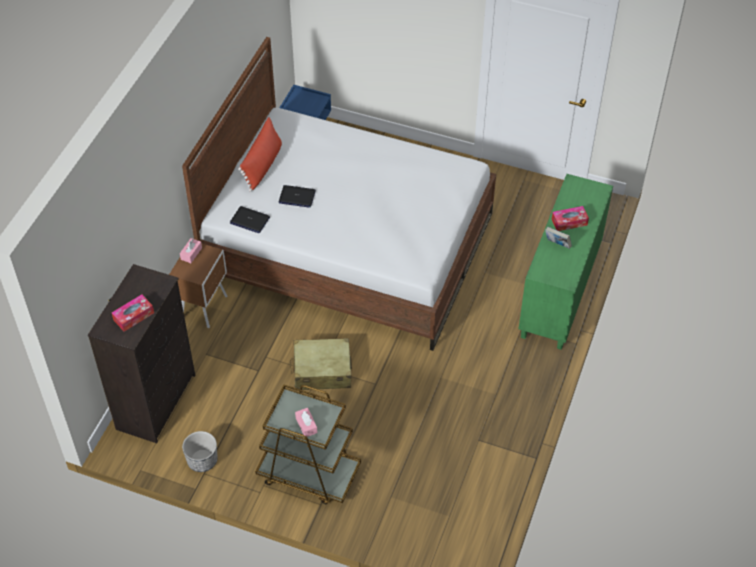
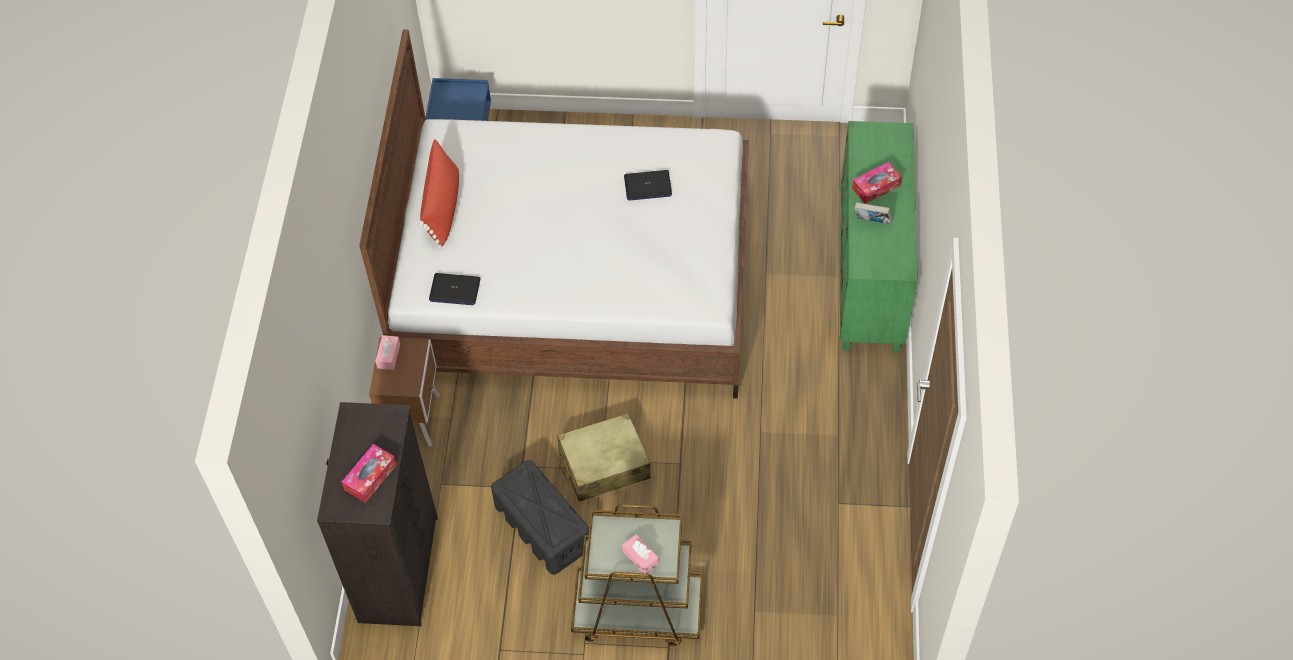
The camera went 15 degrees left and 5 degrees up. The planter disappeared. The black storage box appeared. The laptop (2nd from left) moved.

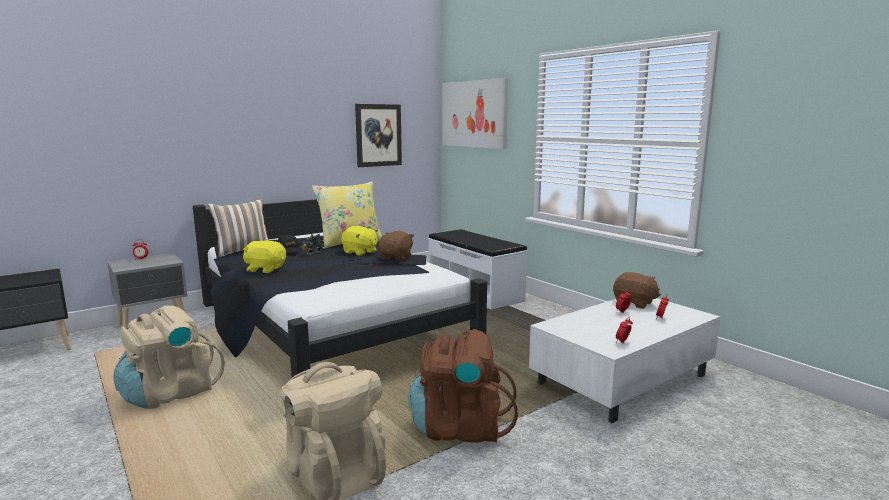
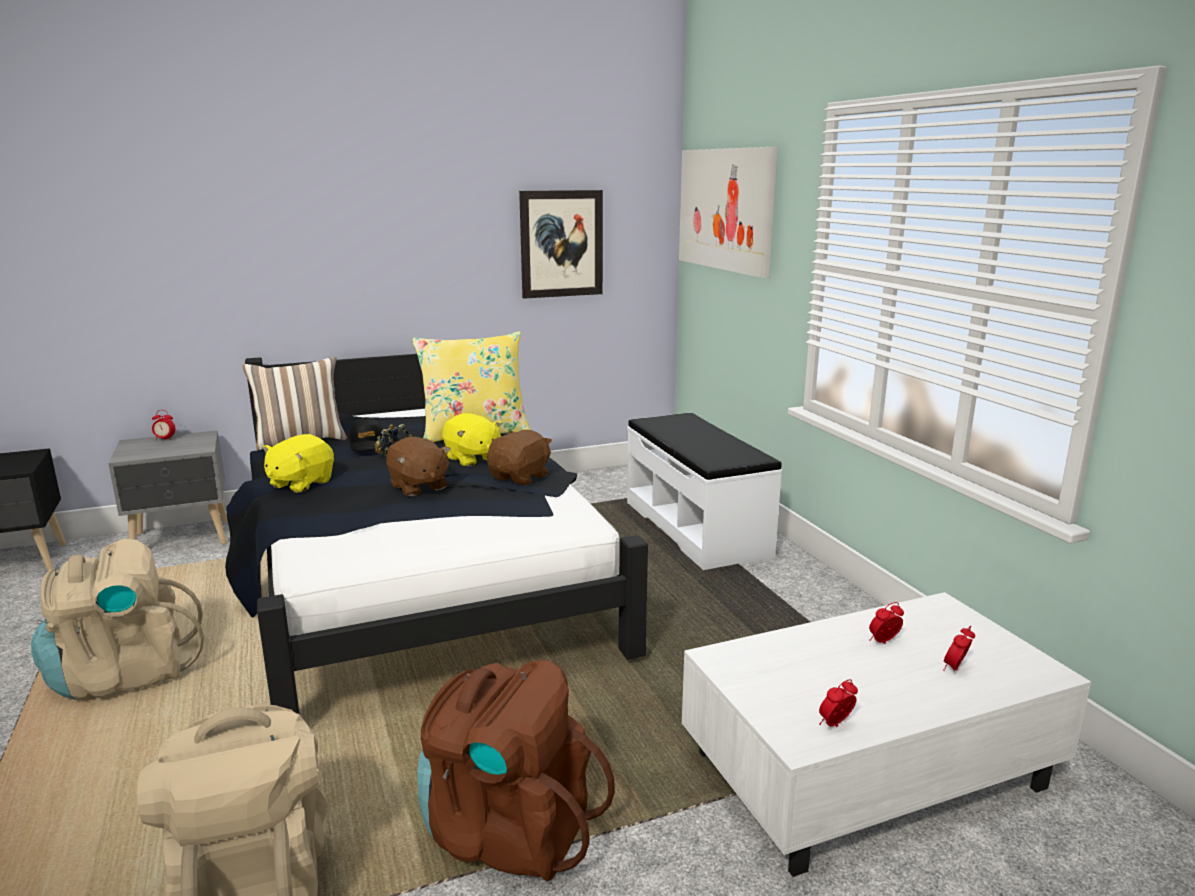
The camera went 15 degrees right and 5 degrees up. The brown plush toy (2nd from left in the first image) moved. The yellow plush toy (1st from left) turned 90 degrees counterclockwise.

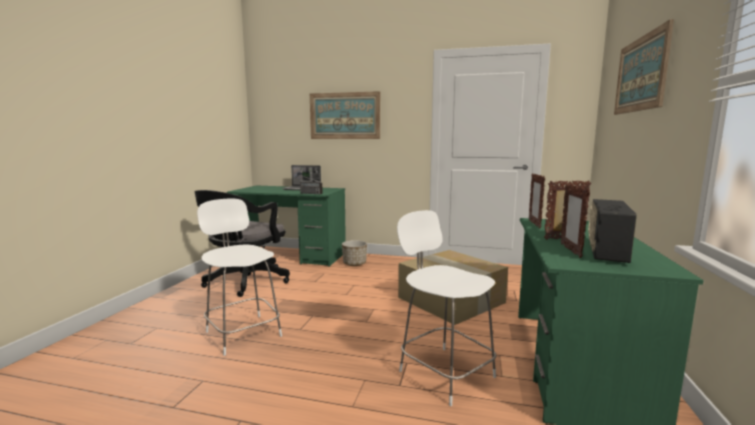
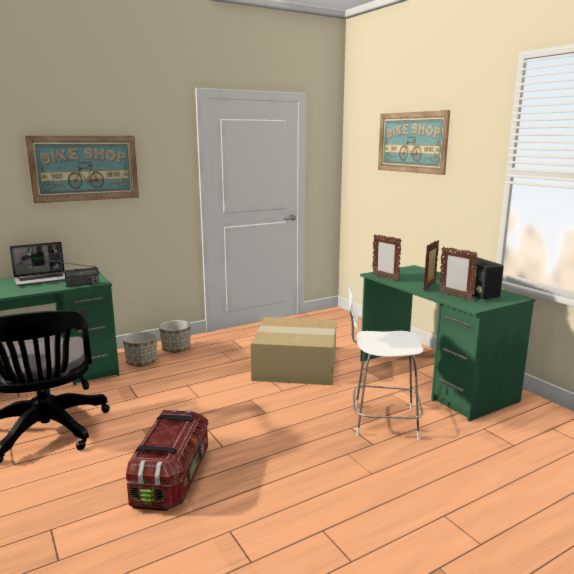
The camera went 45 degrees left and 5 degrees up. The planter (2nd from left) appeared. The white chair (1st from left) was replaced by the storage box.

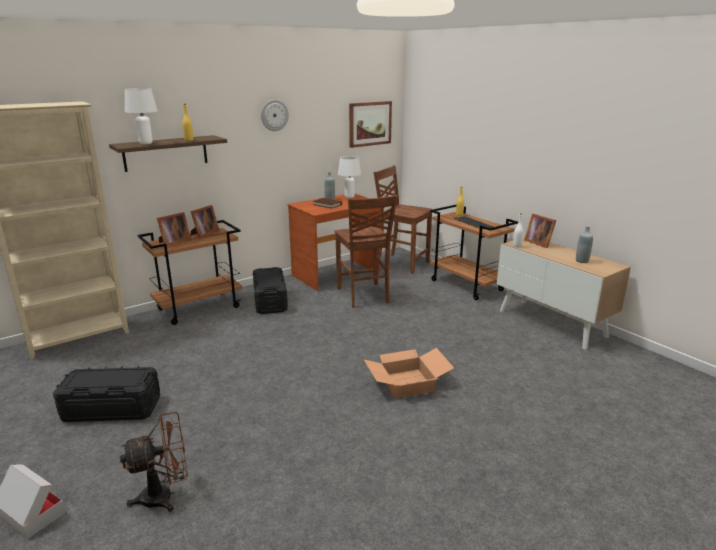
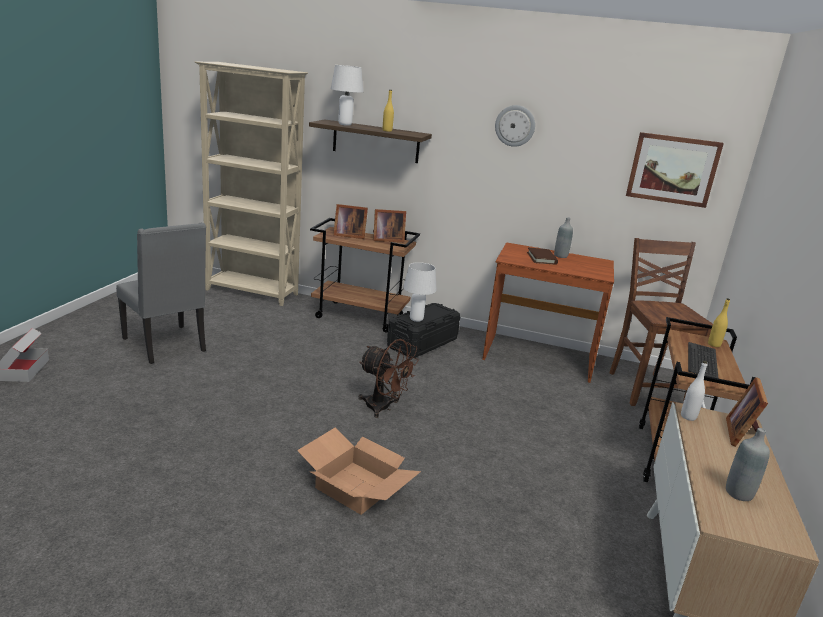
The camera went 50 degrees right and 0 degrees up. The brown chair (1st from left) disappeared. The brown fan moved. The white table lamp (2nd from left) moved. The black storage box (1st from left) was replaced by the grey chair.

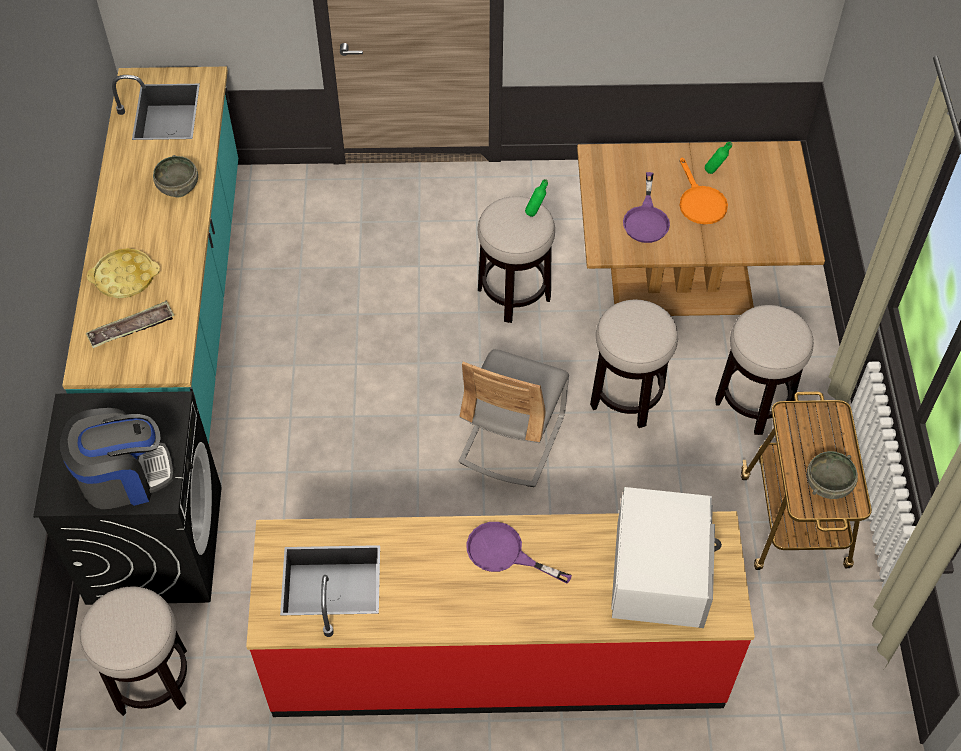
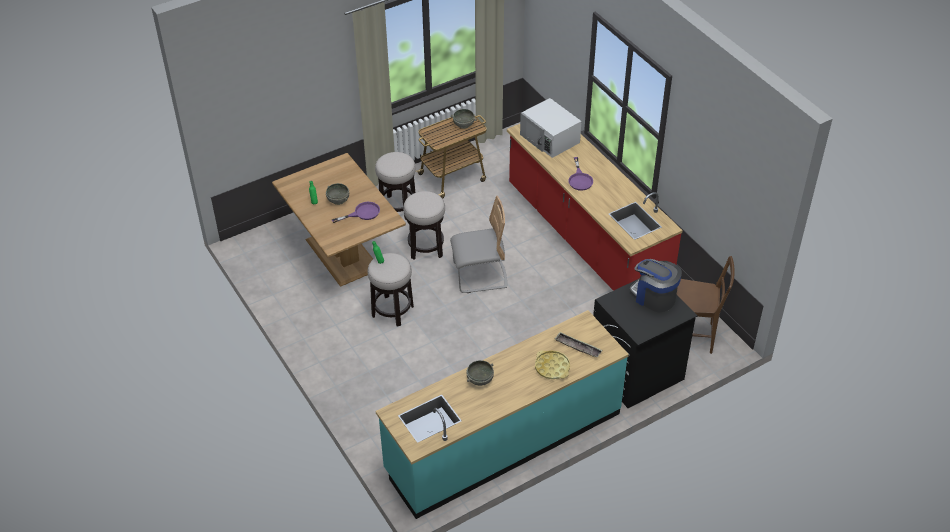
The camera went 120 degrees left and 10 degrees down. The stool (1st from left) was replaced by the brown chair. The orange frying pan was replaced by the grey bowl (1st from left). The white microwave turned 105 degrees counterclockwise.

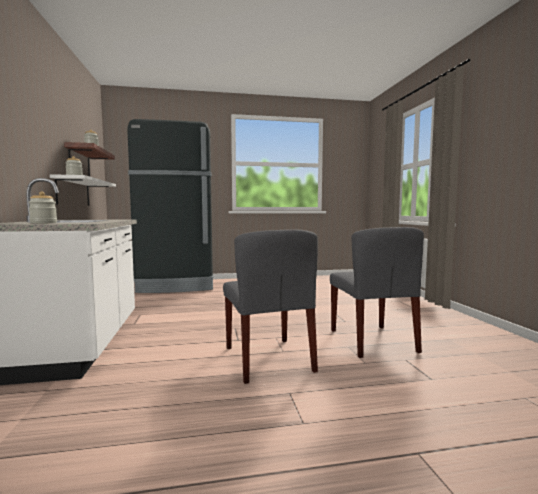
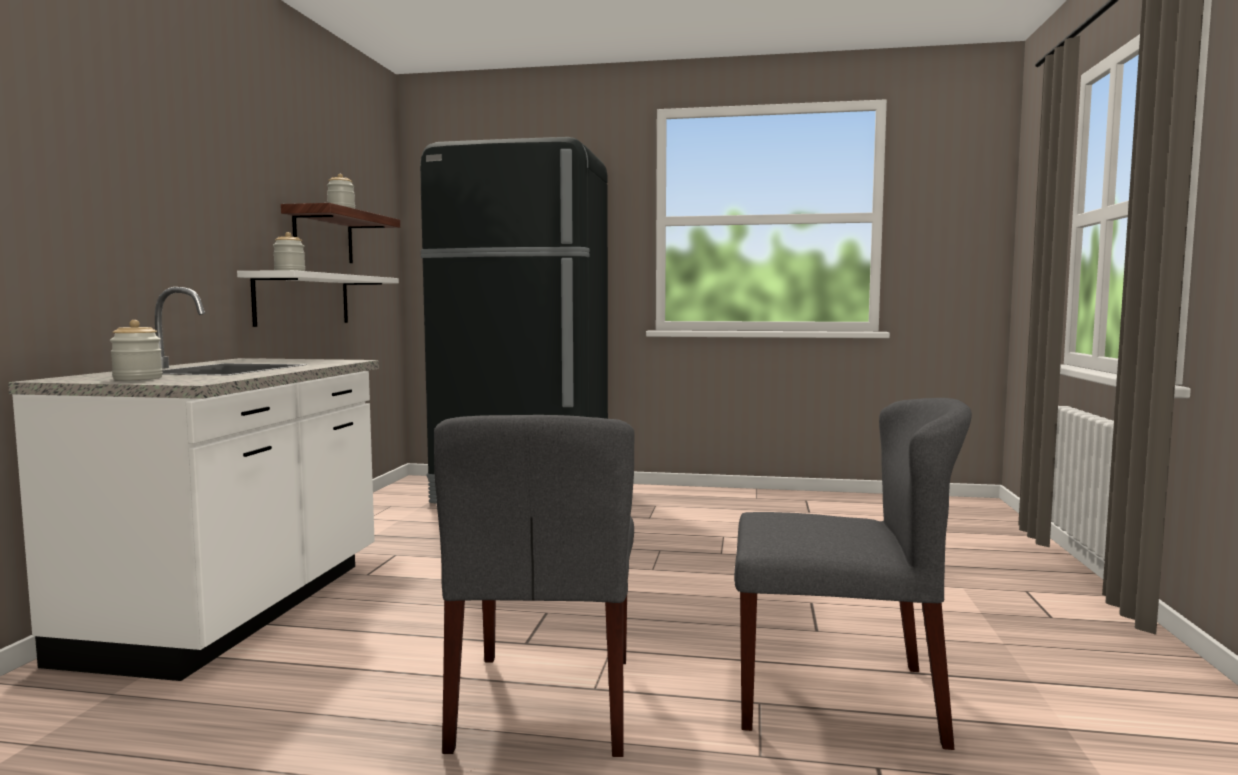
The camera went 20 degrees right and 0 degrees up. The grey chair (2nd from left) turned 90 degrees counterclockwise.

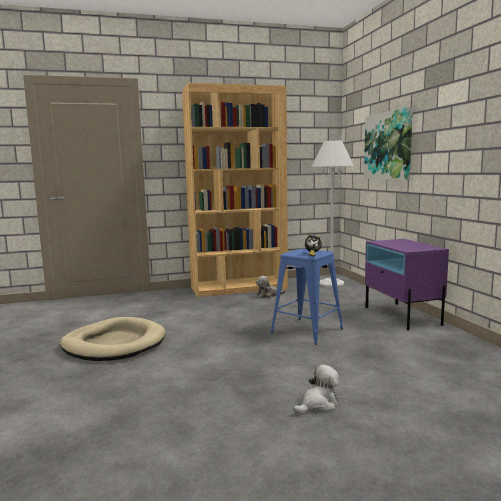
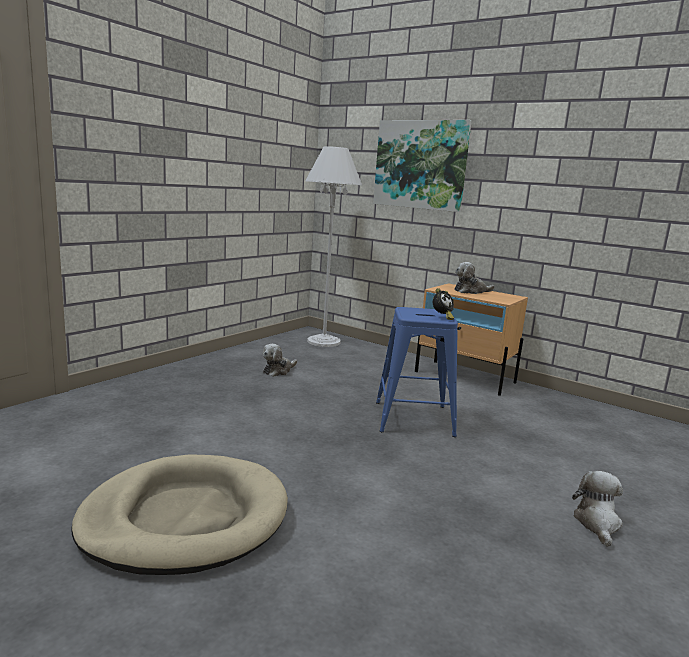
The camera went 40 degrees left and 5 degrees up. The brown bookcase disappeared. The plush toy (2nd from left) appeared. The purple nightstand became the beige nightstand.

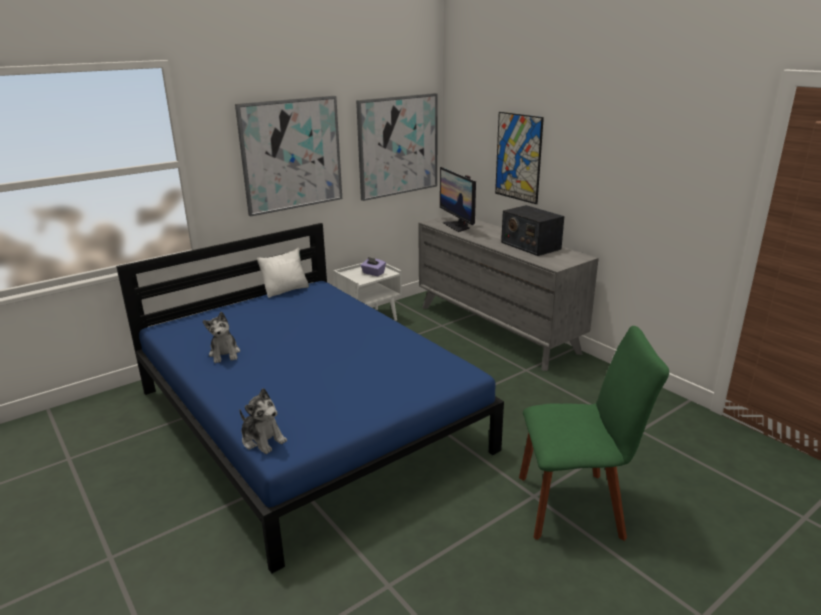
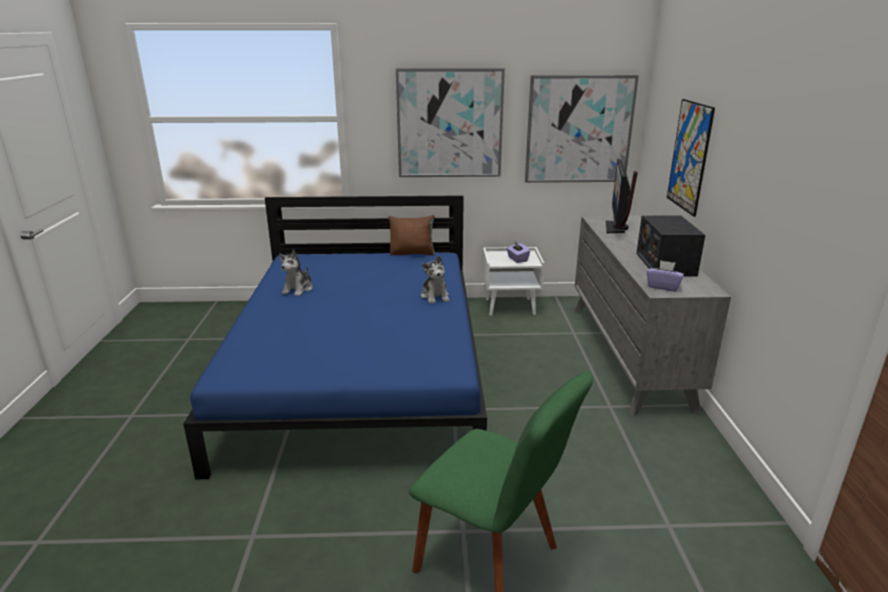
The camera went 35 degrees right and 0 degrees up. The purple tissue box (2nd from left) appeared. The plush toy (2nd from left) moved. The white pillow became the brown pillow.

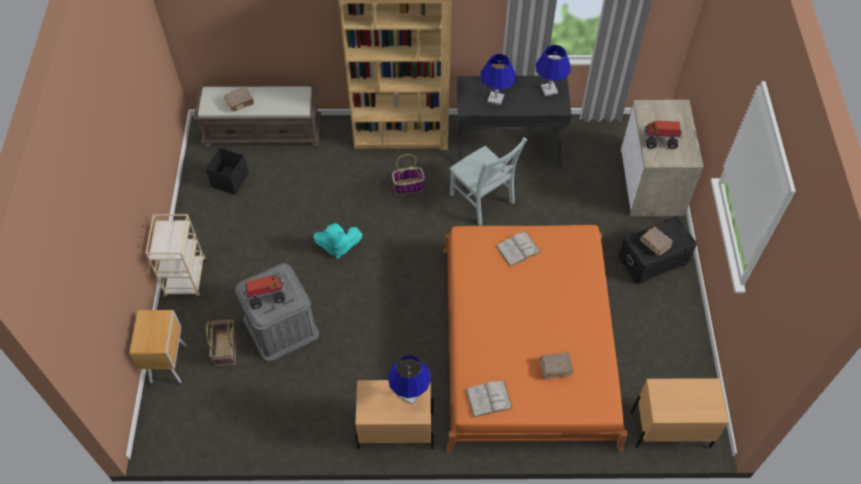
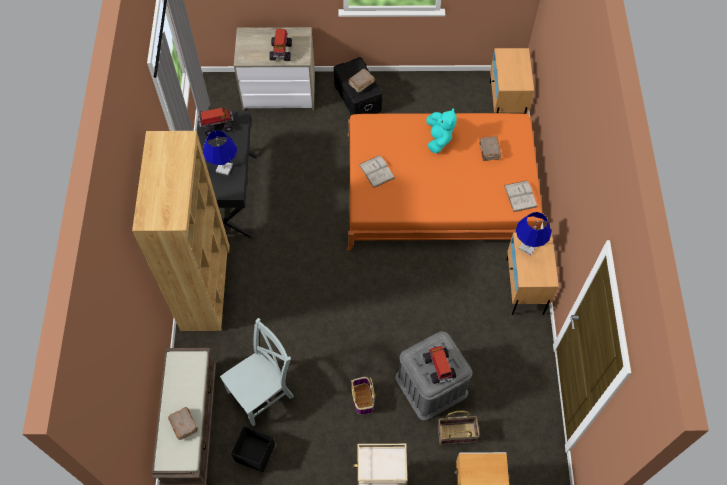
The camera went 90 degrees left and 5 degrees up. The turquoise plush toy moved. The basket (2nd from left in the first image) moved. The grey chair moved. The blue table lamp (3rd from left) was replaced by the toy truck (1st from left).

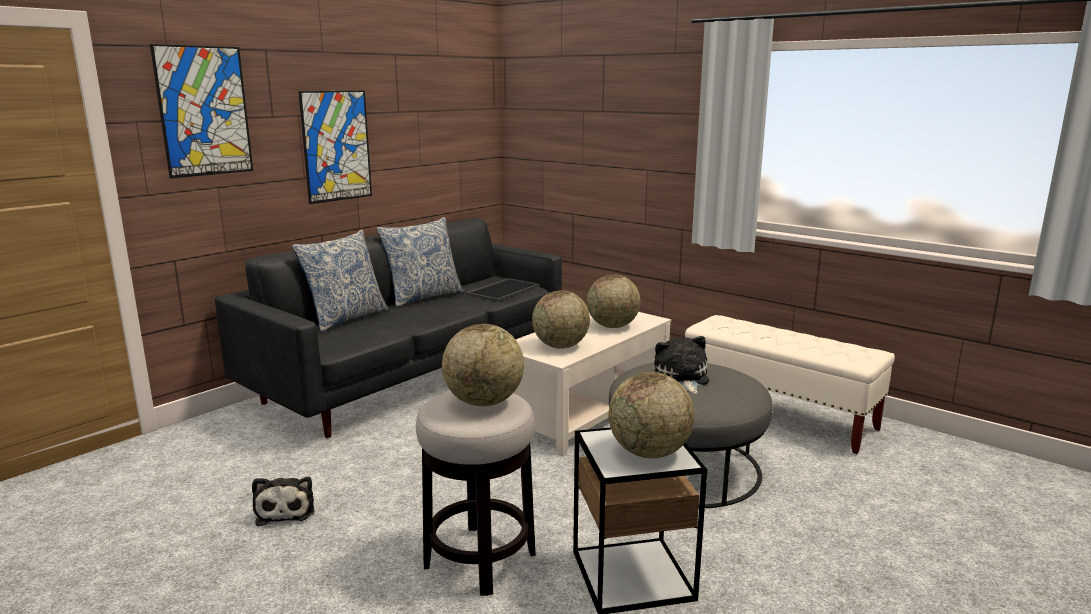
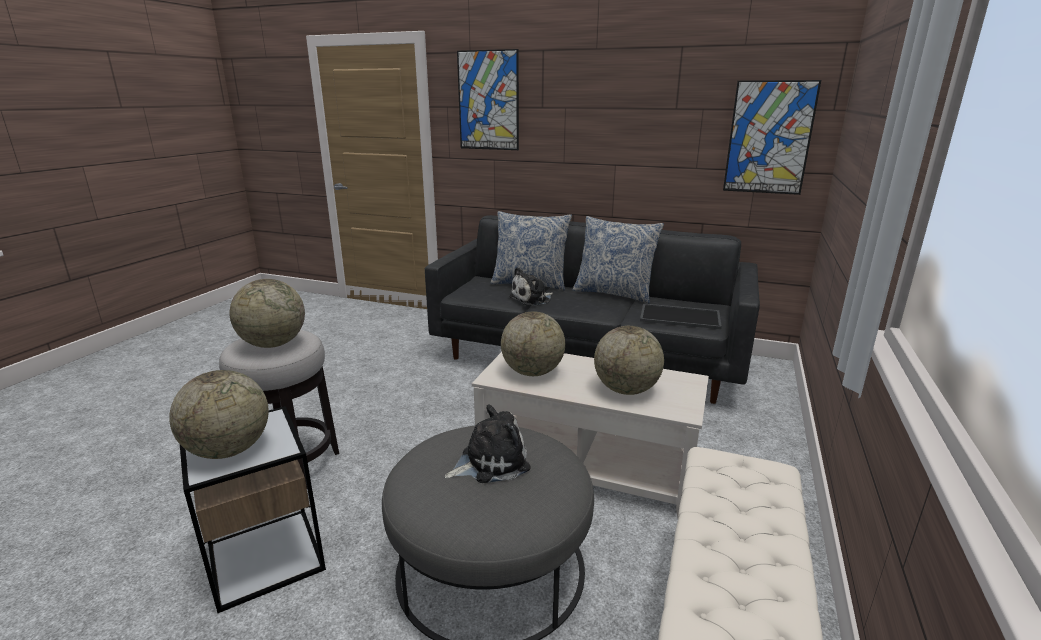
The camera went 70 degrees right and 5 degrees up. The plush toy (1st from left in the first image) moved. The picture (2nd from left) moved.

